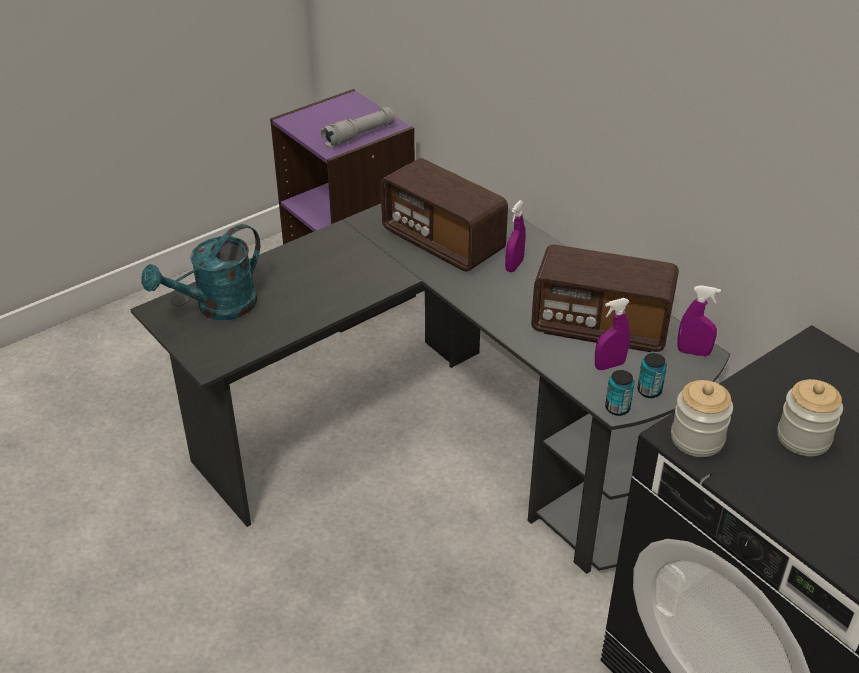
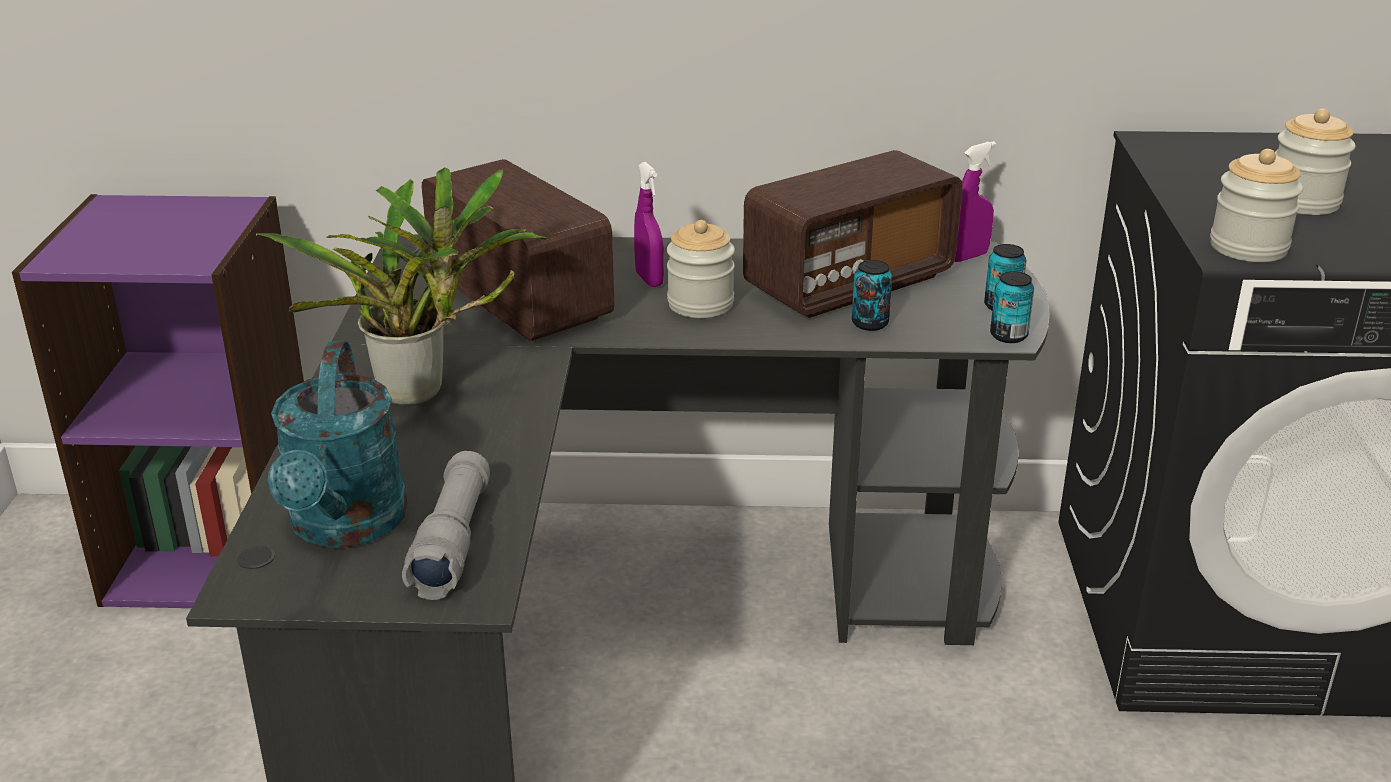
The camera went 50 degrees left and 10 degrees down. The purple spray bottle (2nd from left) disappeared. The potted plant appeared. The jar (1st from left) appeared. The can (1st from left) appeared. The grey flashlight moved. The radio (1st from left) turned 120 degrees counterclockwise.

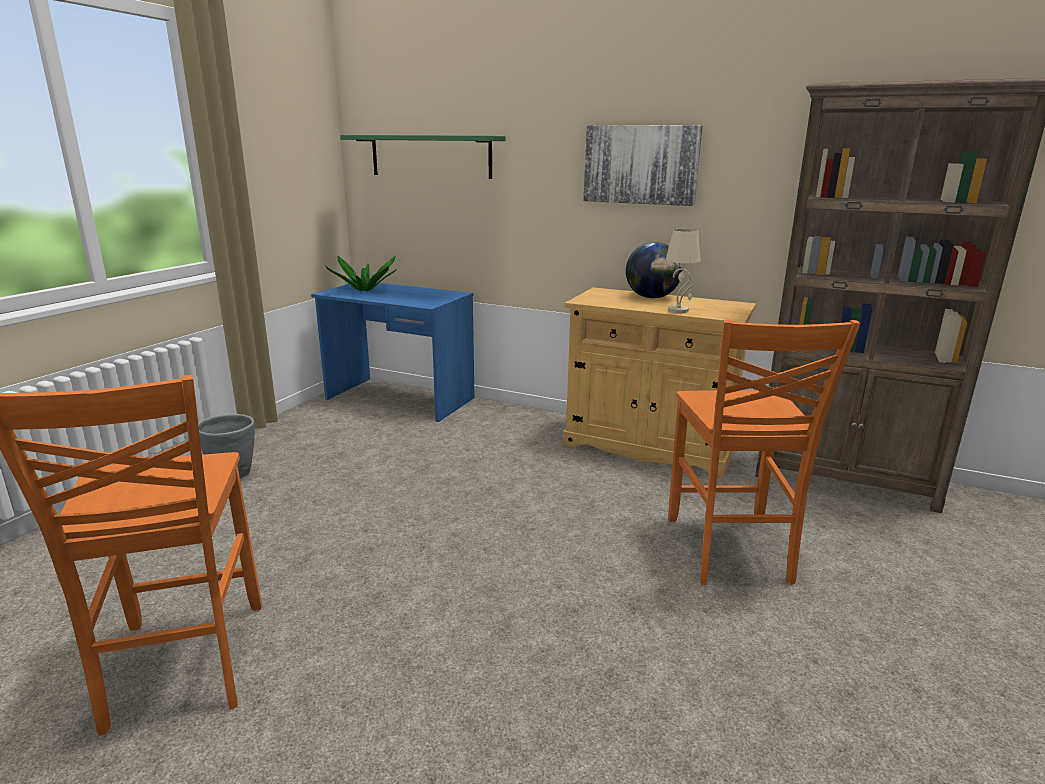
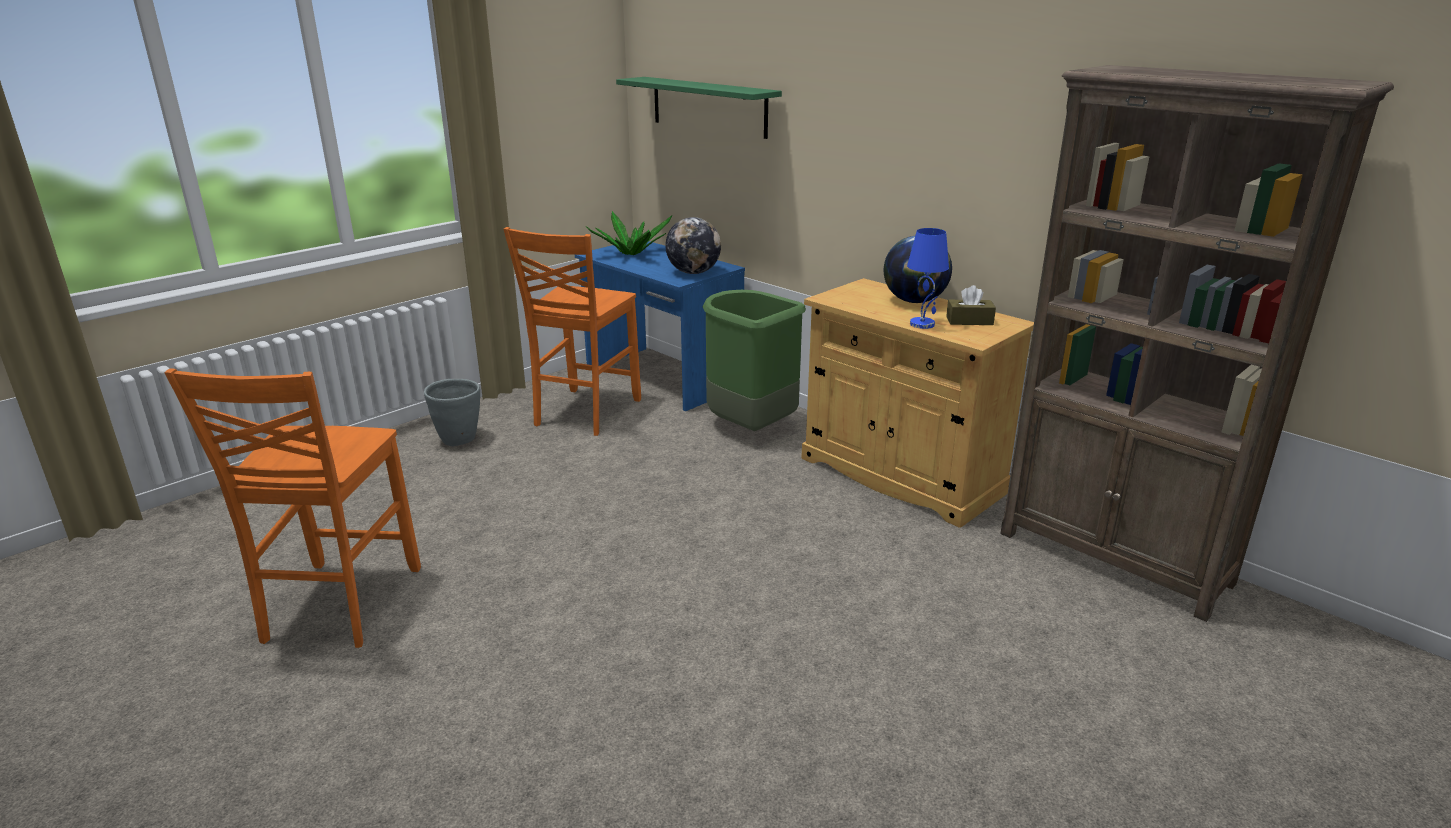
The camera went 20 degrees right and 5 degrees up. The picture disappeared. The globe (1st from left) appeared. The green trash can appeared. The brown tissue box appeared. The orange chair (2nd from left) moved. The beige table lamp became the blue table lamp.

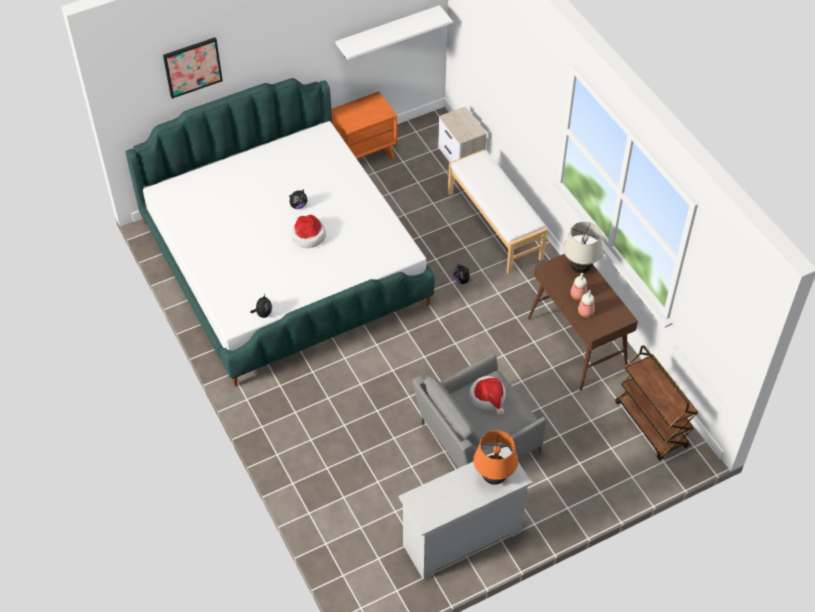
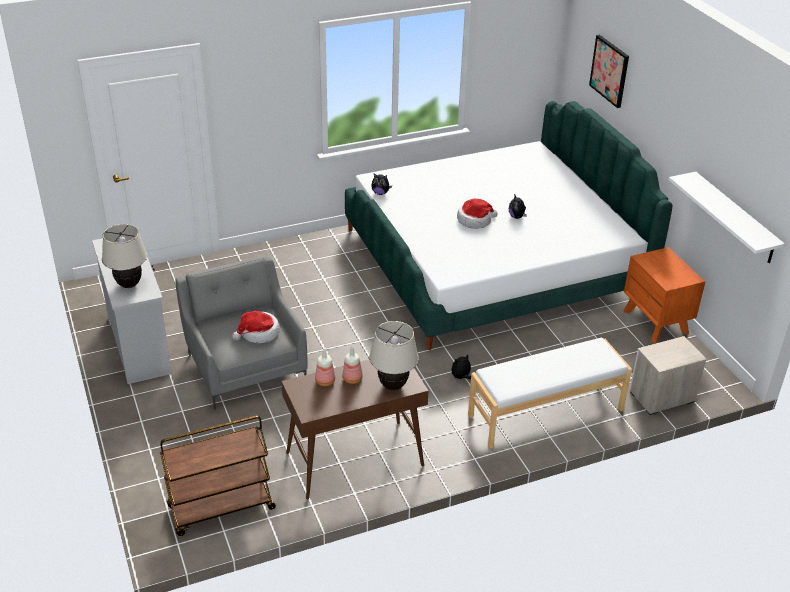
The camera went 95 degrees right and 15 degrees down. The orange table lamp became the beige table lamp (1st from left).

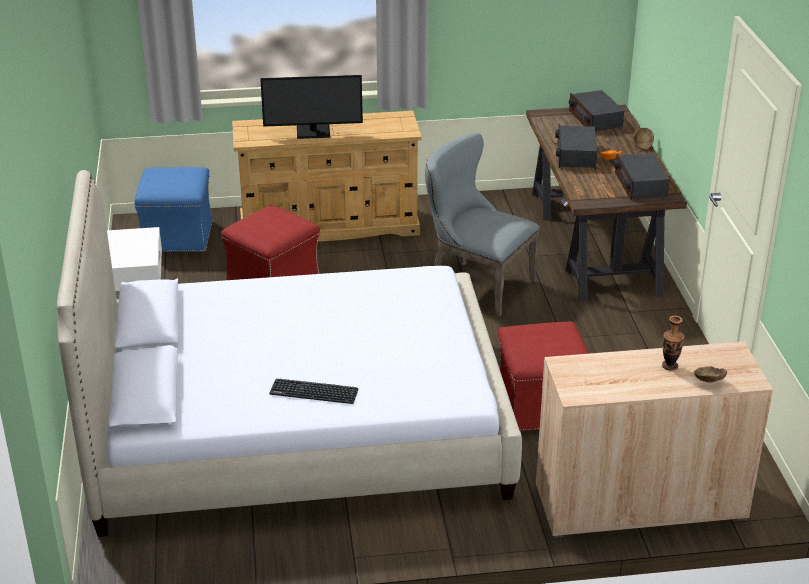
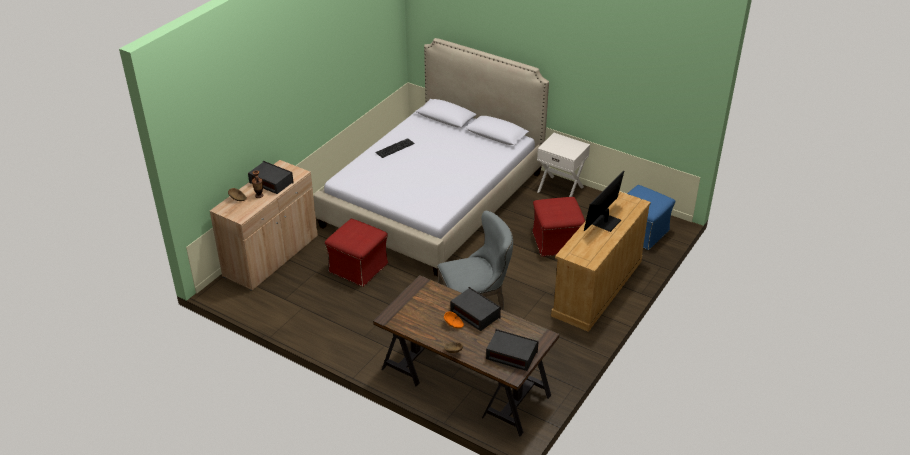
The camera went 130 degrees right and 5 degrees up. The radio (3rd from left in the first image) moved.

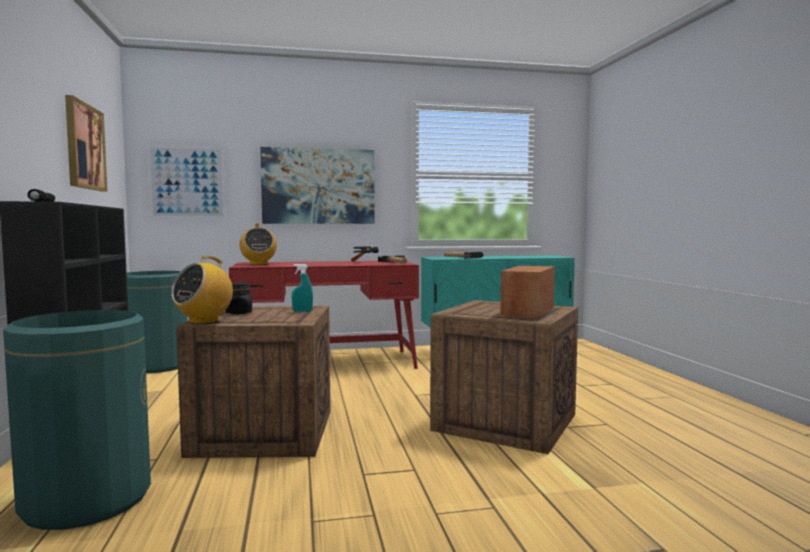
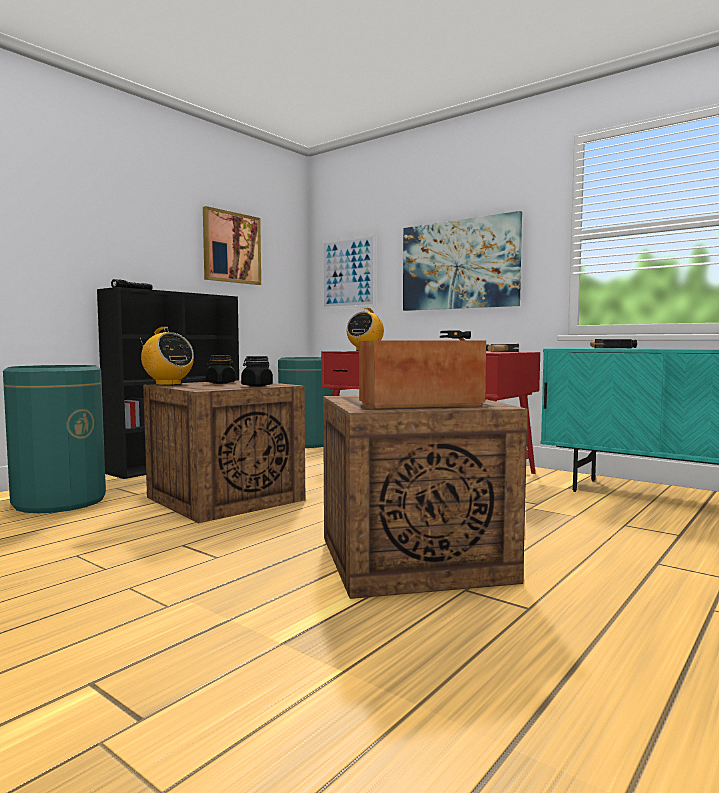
The camera went 50 degrees right and 0 degrees up. The turquoise spray bottle was replaced by the black jar (2nd from left). The radio (1st from left) turned 135 degrees counterclockwise.

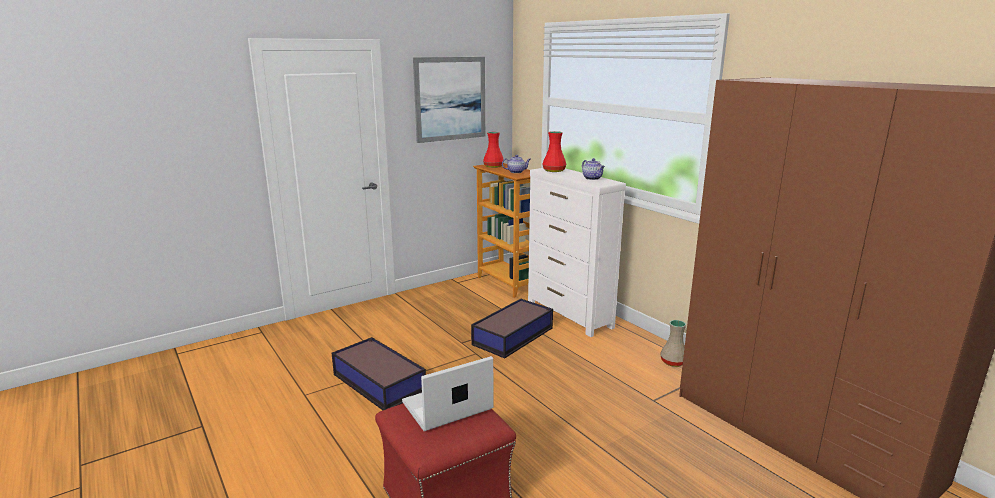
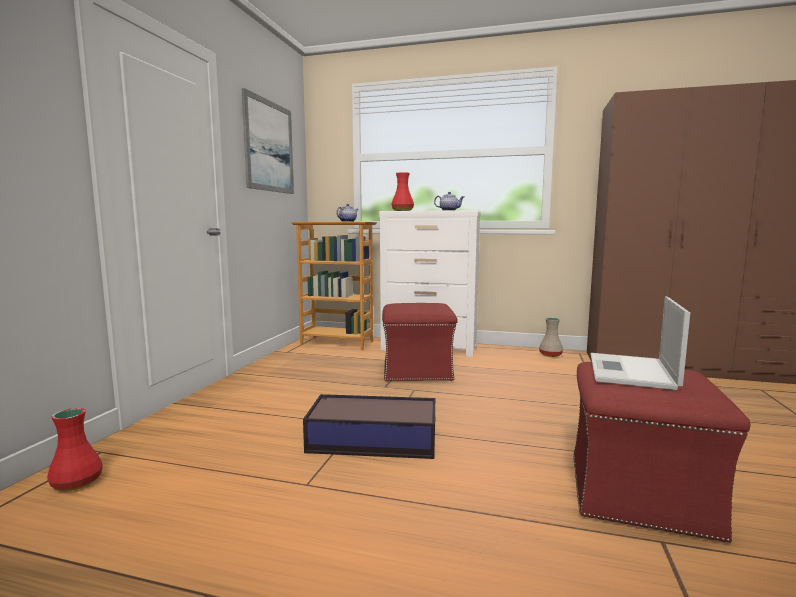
The camera went 40 degrees left and 10 degrees down. The red vase (1st from left) moved. The storage box (2nd from left) was replaced by the red ottoman (1st from left).

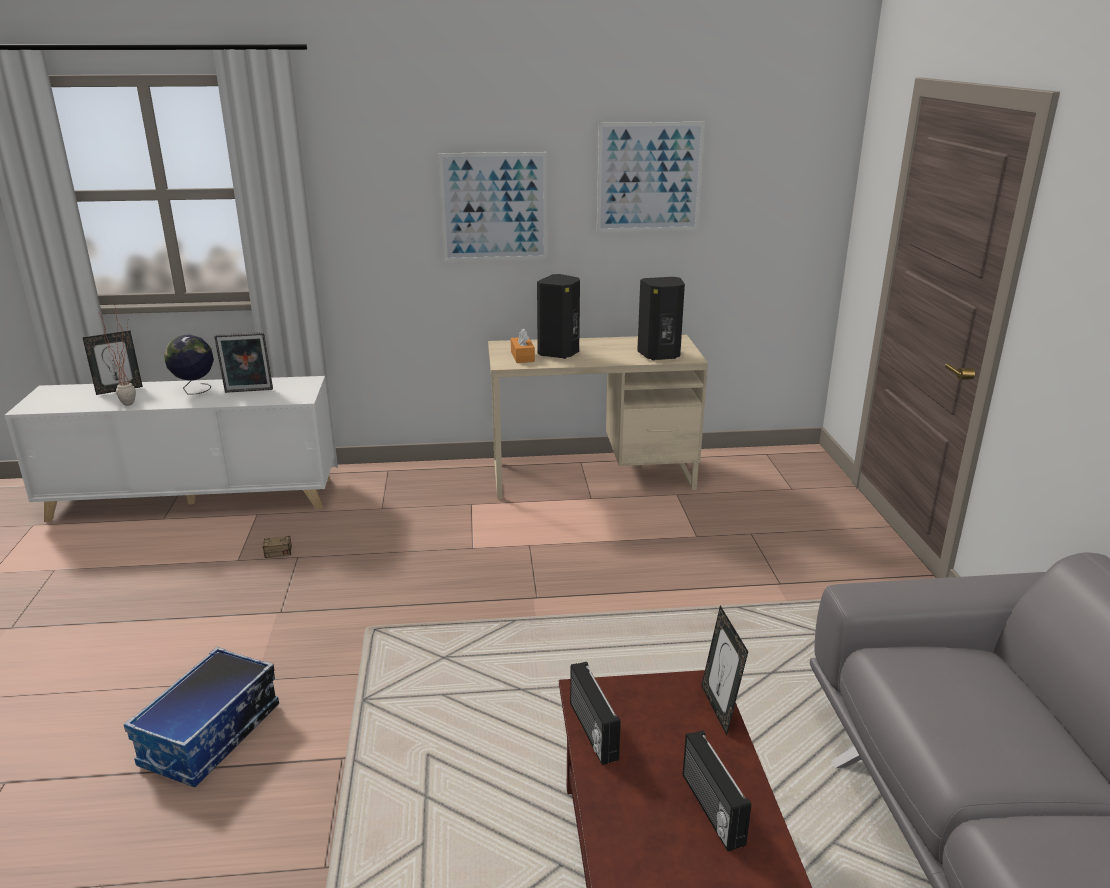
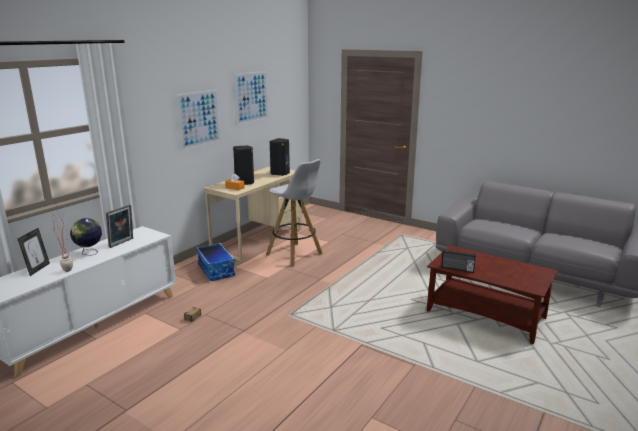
The camera went 50 degrees left and 5 degrees down. The radio (2nd from left) disappeared. The picture frame (3rd from left) disappeared. The white stool appeared. The storage box (1st from left in the first image) moved.

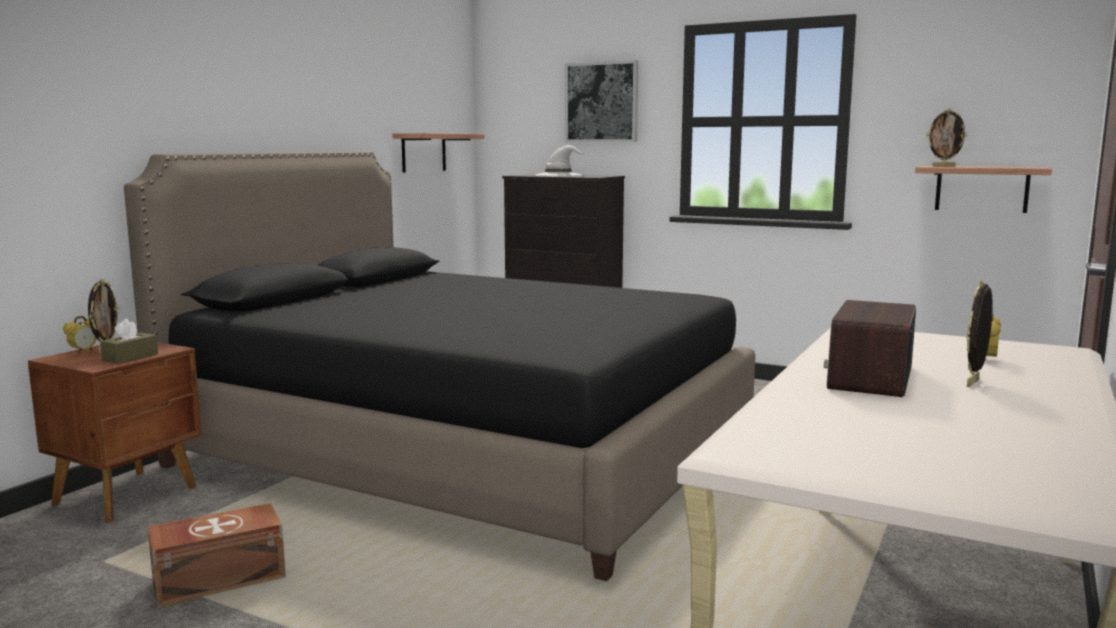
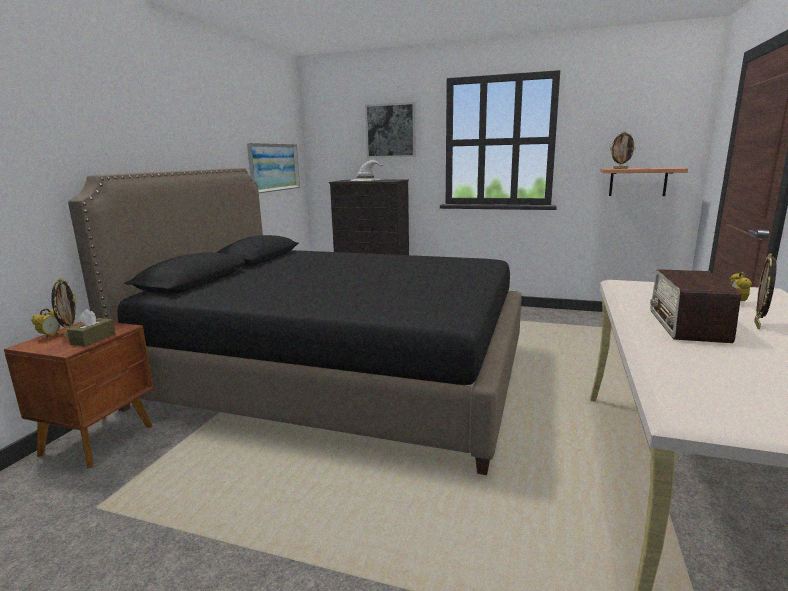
The camera went 10 degrees left and 5 degrees up. The brown storage box disappeared. The shelf (1st from left) was replaced by the picture (1st from left).

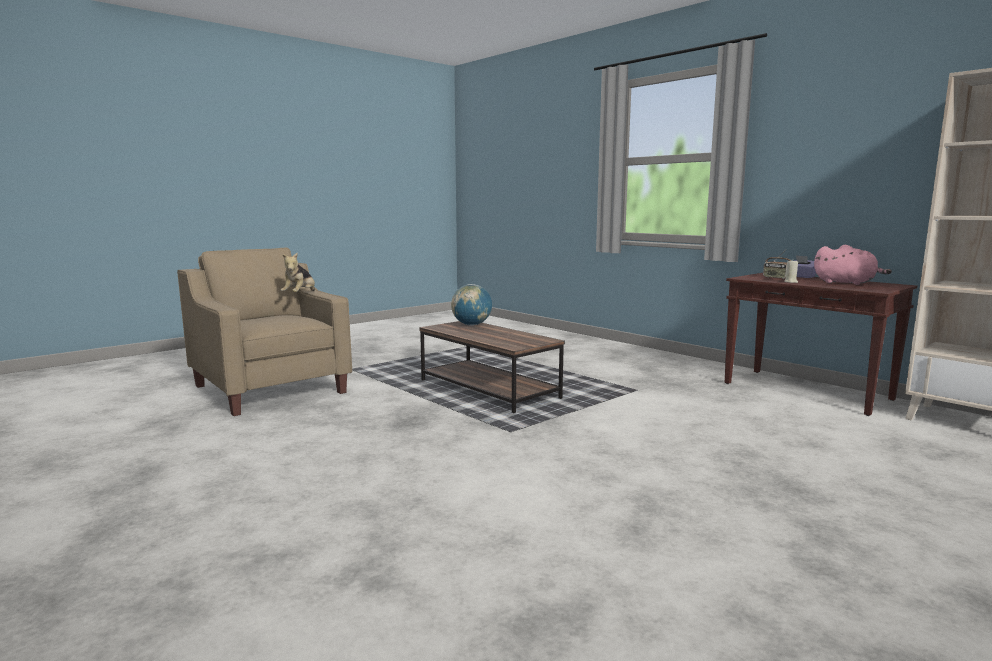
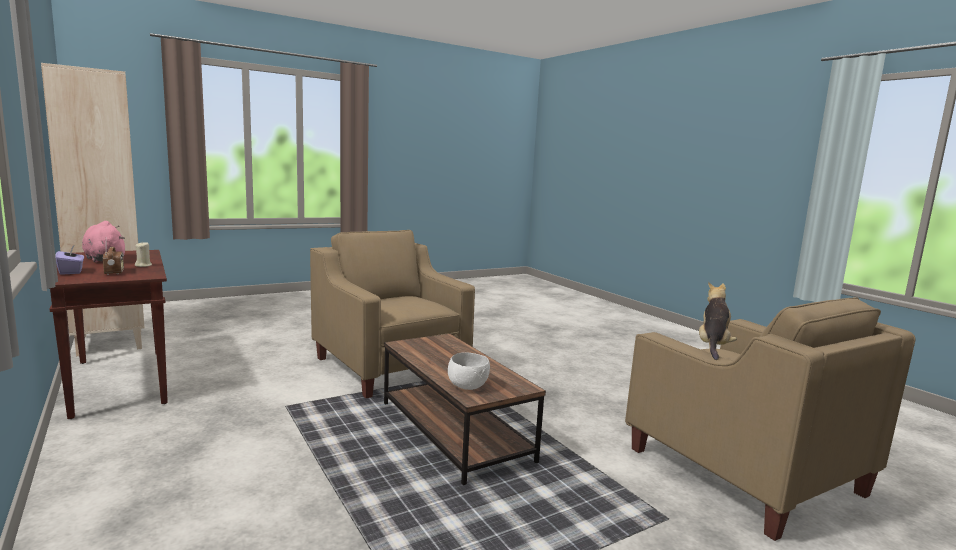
The camera went 170 degrees left and 0 degrees up. The beige armchair (1st from left) appeared. The globe was replaced by the white bowl.

